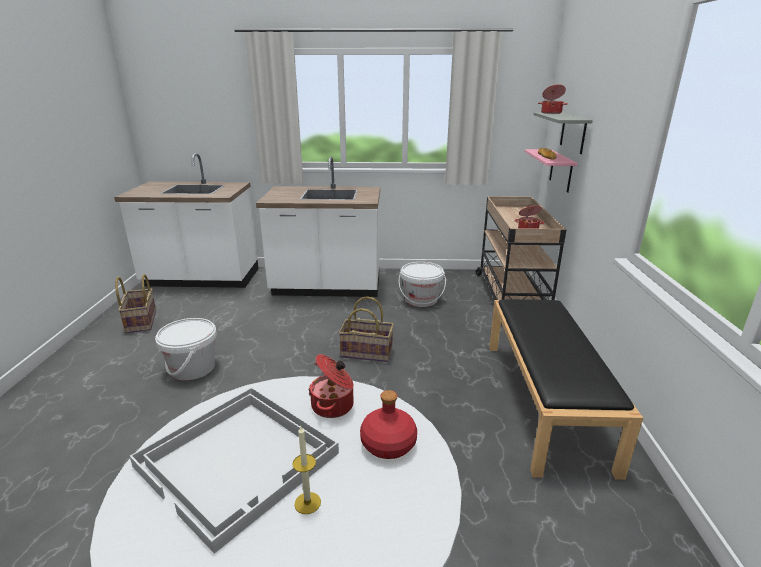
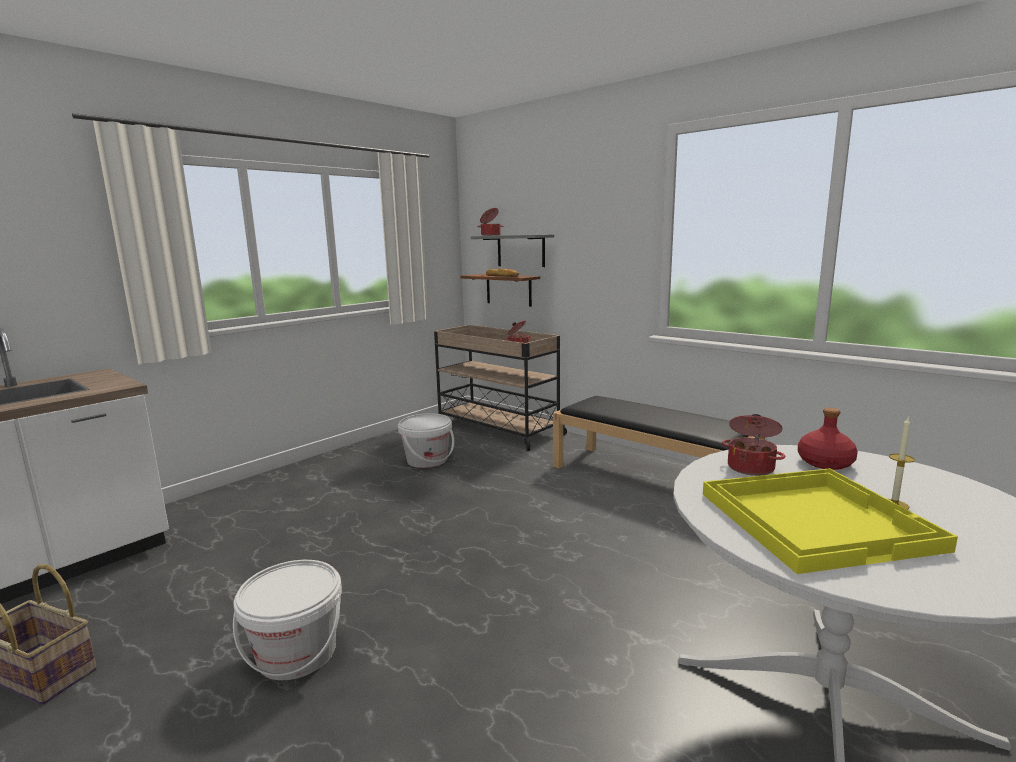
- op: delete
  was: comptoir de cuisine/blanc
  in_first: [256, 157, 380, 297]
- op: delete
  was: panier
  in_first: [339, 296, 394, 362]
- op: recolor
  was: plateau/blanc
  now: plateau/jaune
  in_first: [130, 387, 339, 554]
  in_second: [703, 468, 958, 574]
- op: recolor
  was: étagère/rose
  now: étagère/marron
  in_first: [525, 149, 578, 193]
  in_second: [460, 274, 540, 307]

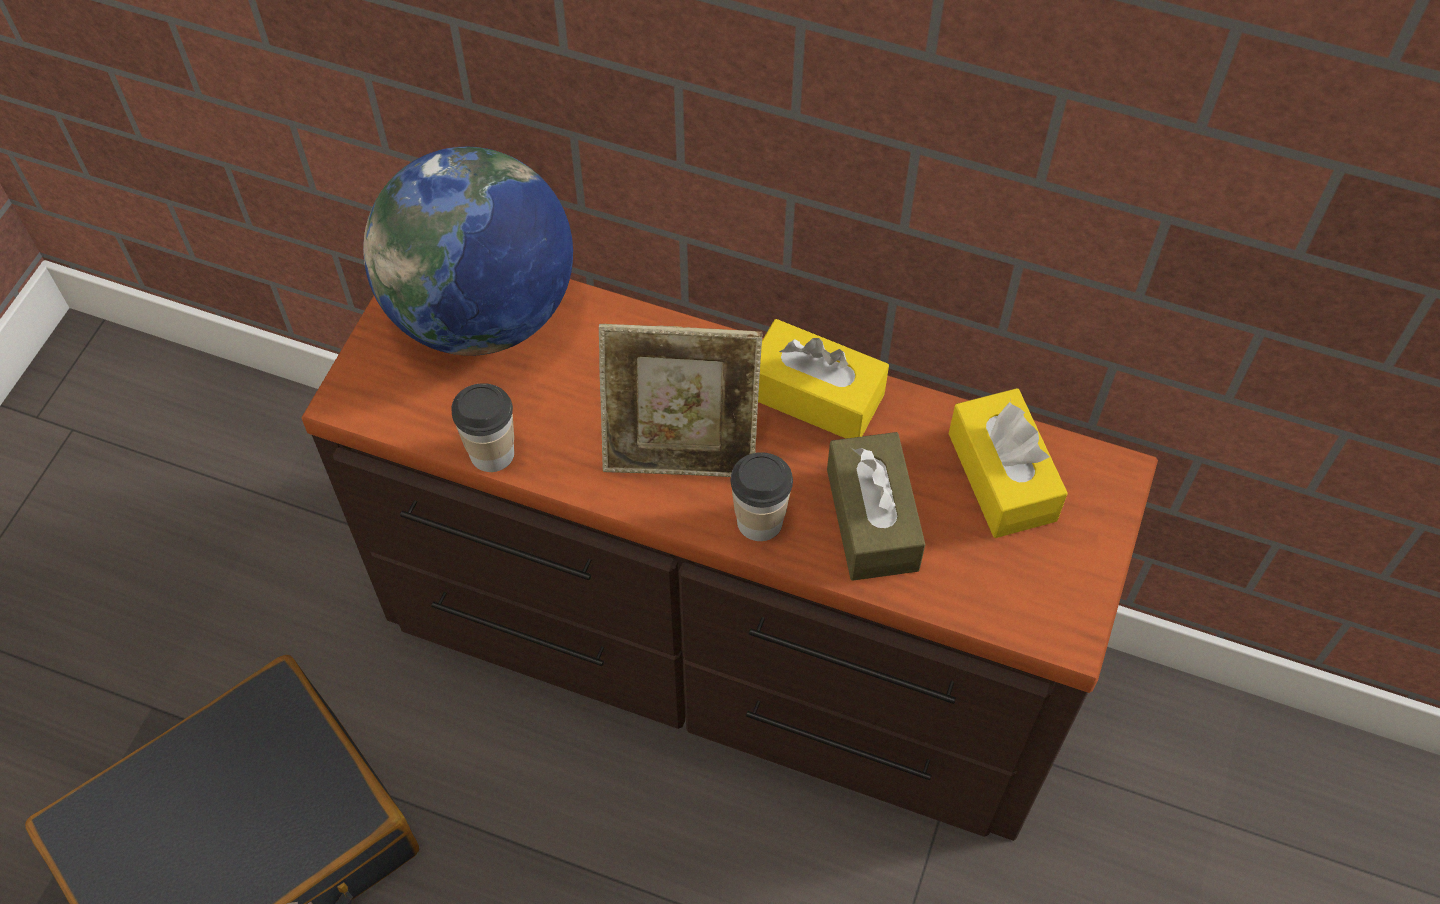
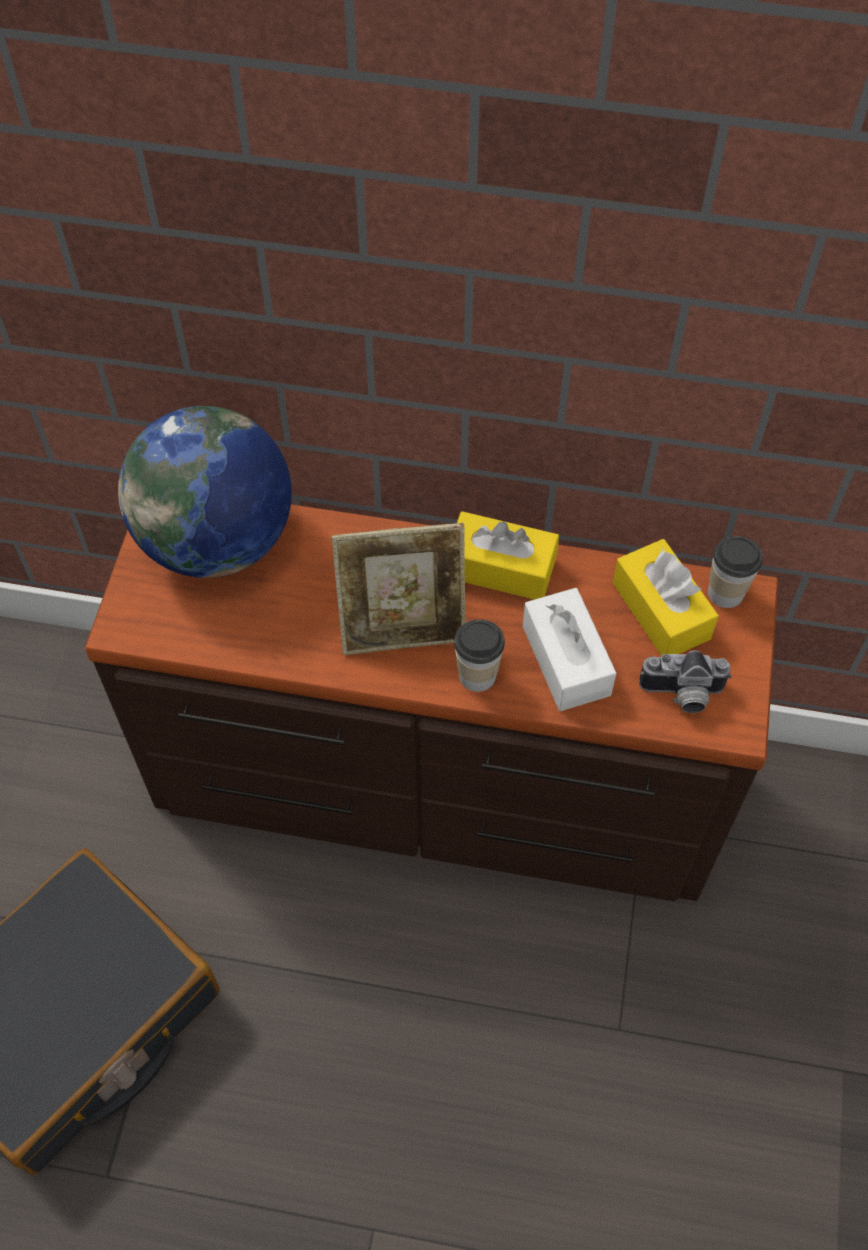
- op: insert
  now: appareil photo
  in_second: [639, 650, 732, 713]
- op: move
  was: tasse
  in_first: [451, 383, 514, 472]
  in_second: [708, 536, 763, 608]
- op: recolor
  was: boîte à mouchoirs/marron
  now: boîte à mouchoirs/blanc
  in_first: [827, 432, 925, 581]
  in_second: [523, 588, 616, 711]

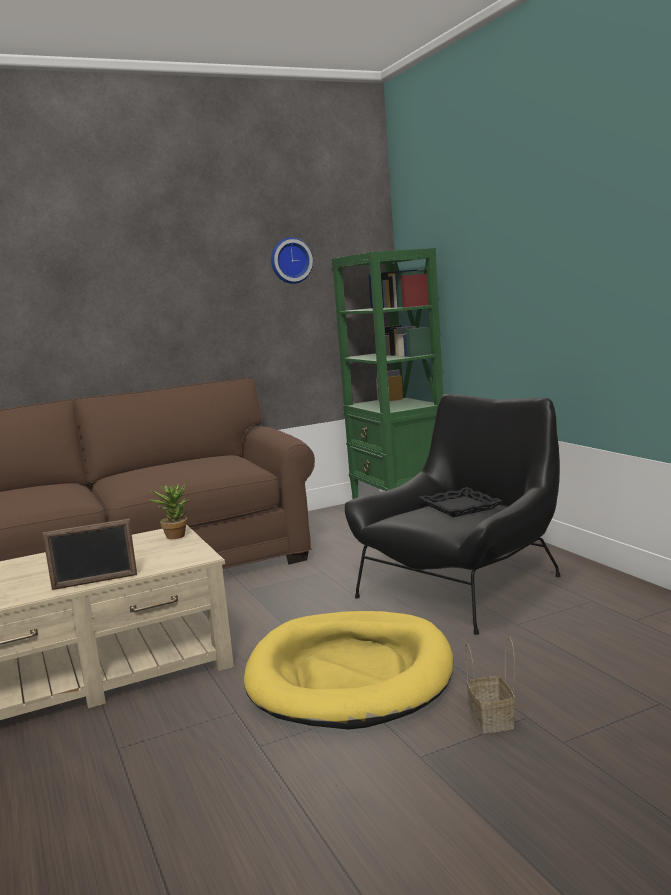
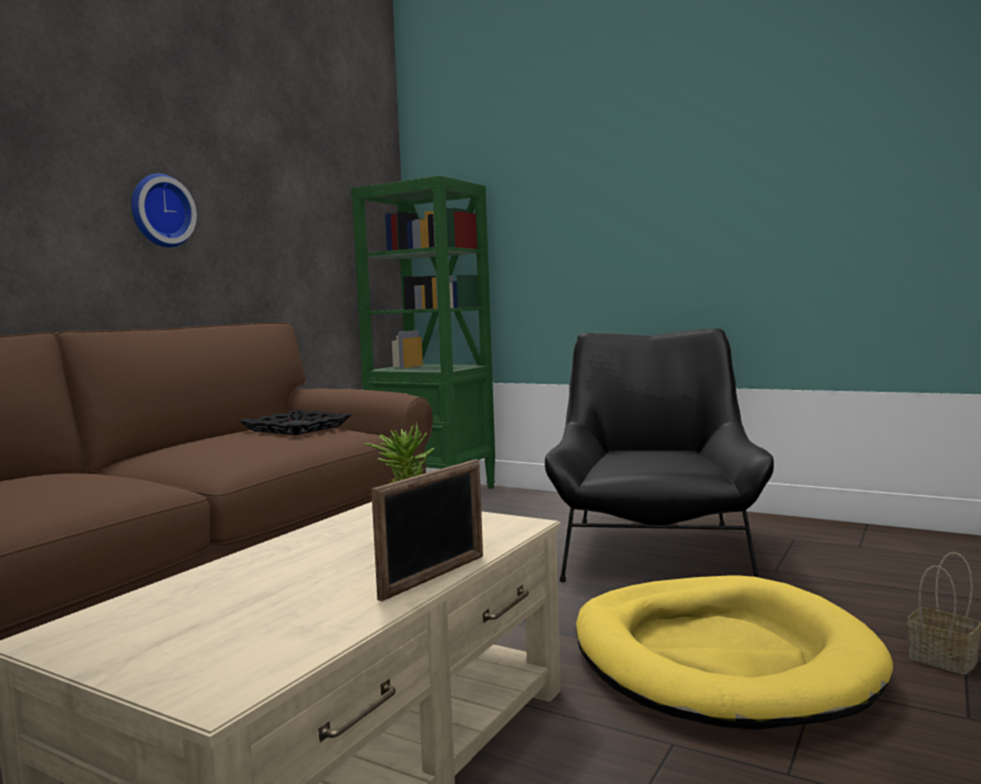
- op: move
  was: horloge murale
  in_first: [271, 237, 313, 284]
  in_second: [131, 174, 197, 247]
- op: move
  was: plateau/noir
  in_first: [419, 487, 502, 517]
  in_second: [239, 410, 352, 435]

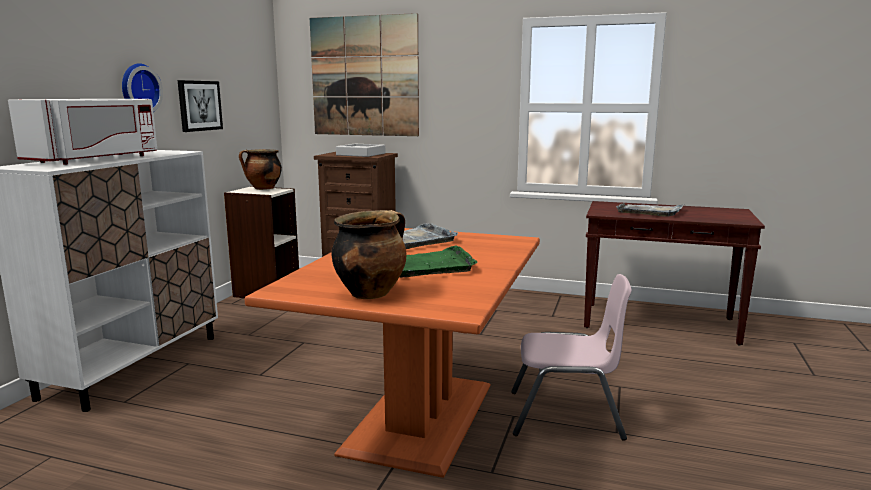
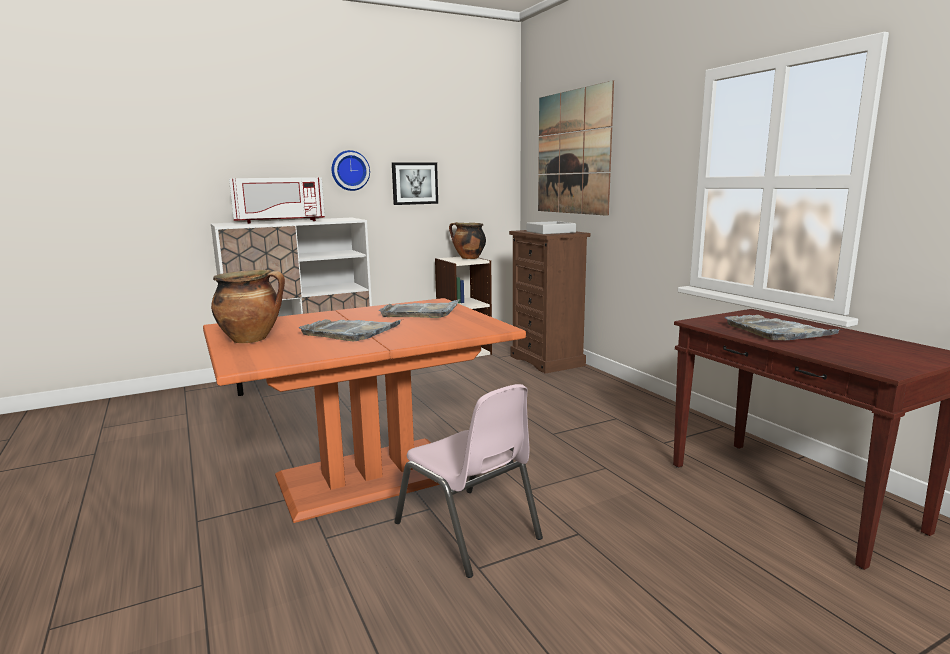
- op: recolor
  was: plateau/vert
  now: plateau/gris
  in_first: [400, 245, 477, 277]
  in_second: [298, 319, 404, 341]

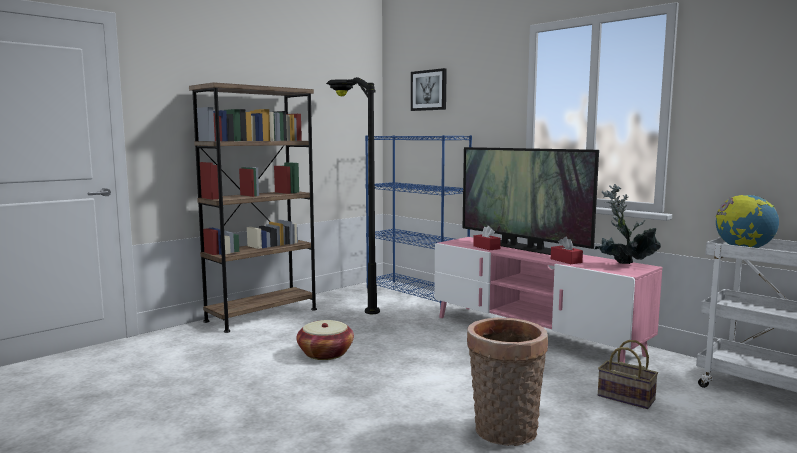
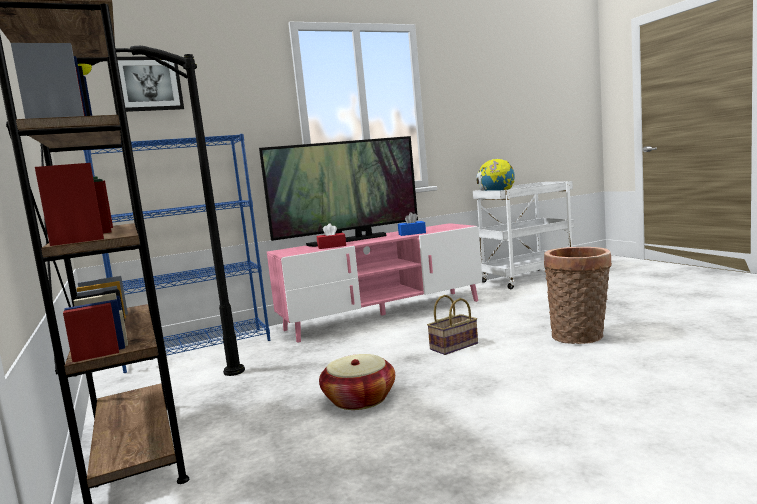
- op: delete
  was: plante en pot
  in_first: [594, 184, 661, 264]
- op: move
  was: panier
  in_first: [598, 340, 658, 409]
  in_second: [427, 295, 478, 355]
- op: recolor
  was: boîte à mouchoirs/rouge
  now: boîte à mouchoirs/bleu
  in_first: [551, 237, 583, 264]
  in_second: [398, 212, 426, 236]

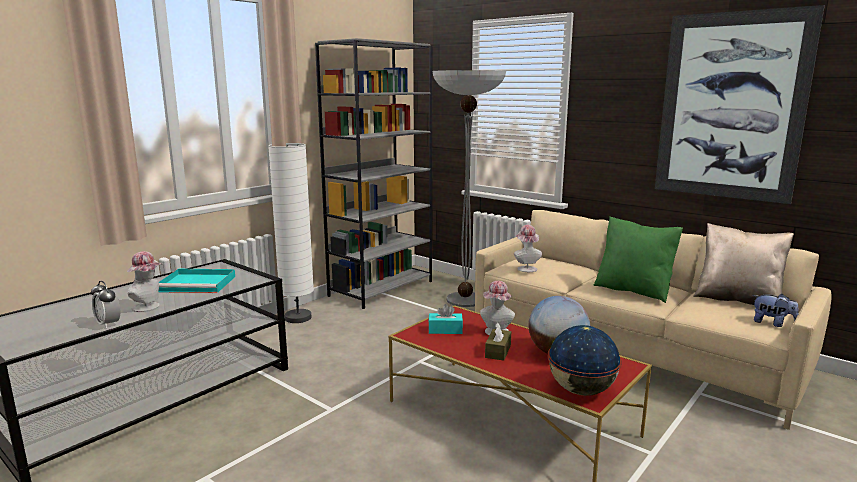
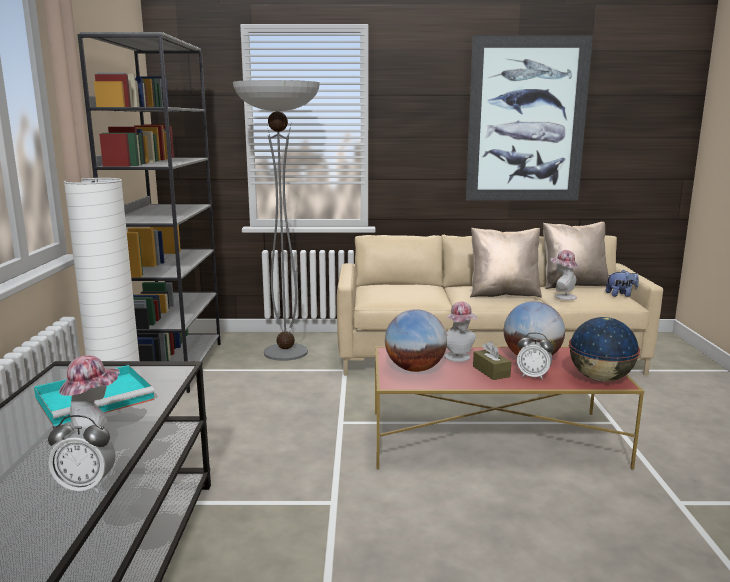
- op: insert
  now: réveil
  in_second: [517, 332, 553, 380]
- op: move
  was: chapeau
  in_first: [514, 225, 542, 272]
  in_second: [551, 250, 579, 300]
- op: replace
  was: boîte à mouchoirs/turquoise
  now: globe
  in_first: [428, 304, 463, 334]
  in_second: [385, 309, 447, 372]
- op: recolor
  was: coussin/vert
  now: coussin/beige
  in_first: [593, 216, 683, 303]
  in_second: [470, 228, 542, 298]

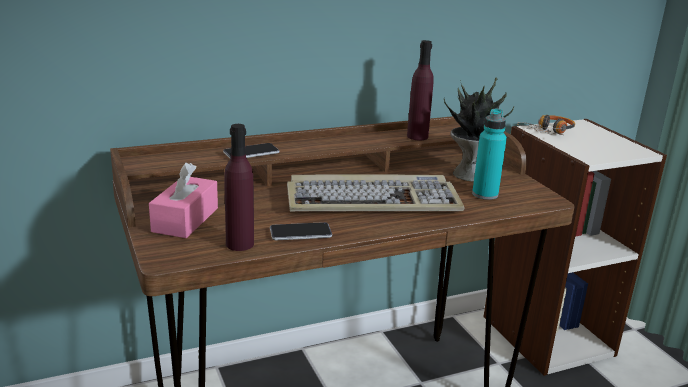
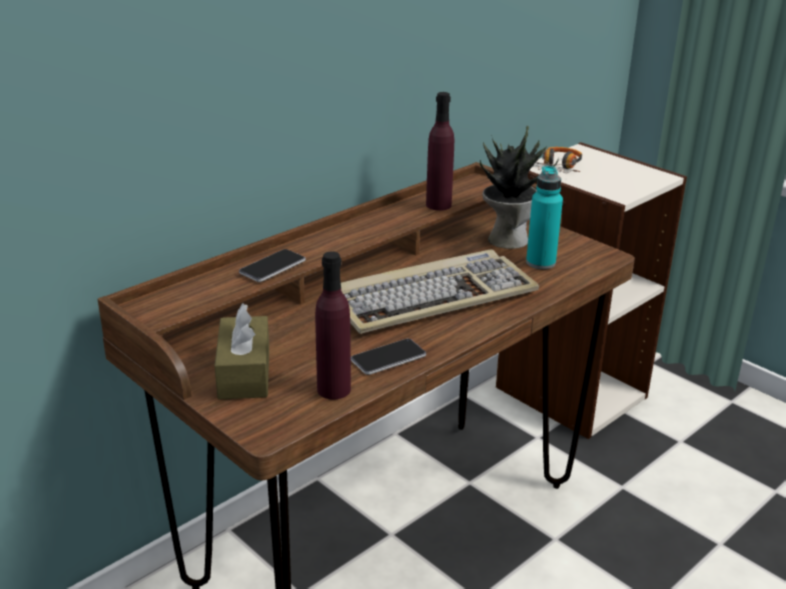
- op: recolor
  was: boîte à mouchoirs/rose
  now: boîte à mouchoirs/marron
  in_first: [149, 163, 218, 238]
  in_second: [215, 303, 269, 399]

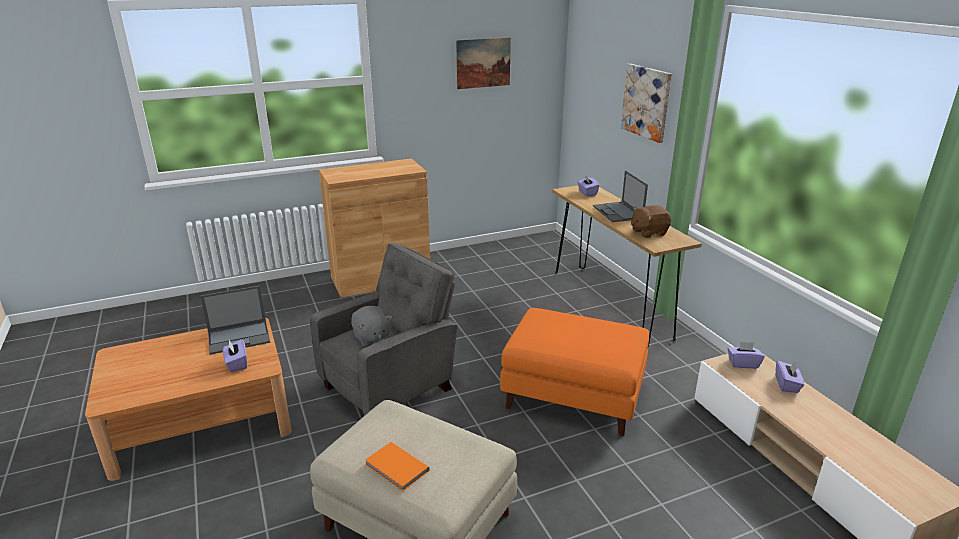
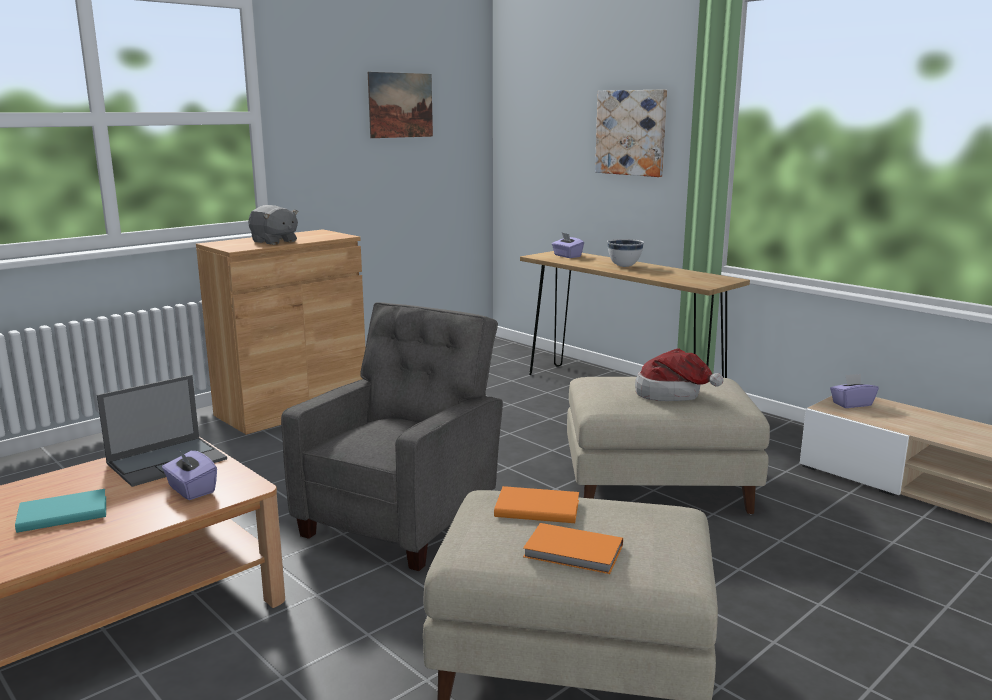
- op: delete
  was: peluche/marron
  in_first: [631, 205, 671, 238]
- op: delete
  was: boîte à mouchoirs/violet
  in_first: [776, 361, 804, 393]
- op: insert
  now: livre/turquoise
  in_second: [15, 489, 106, 533]
- op: insert
  now: livre/orange
  in_second: [494, 486, 579, 523]
- op: insert
  now: chapeau
  in_second: [635, 348, 724, 401]
- op: move
  was: peluche/gris
  in_first: [351, 306, 393, 348]
  in_second: [248, 205, 298, 245]
- op: replace
  was: ordinateur portable
  now: bol/blanc
  in_first: [593, 171, 648, 222]
  in_second: [607, 239, 644, 267]
- op: recolor
  was: pouf/orange
  now: pouf/beige
  in_first: [500, 308, 649, 436]
  in_second: [567, 377, 770, 514]

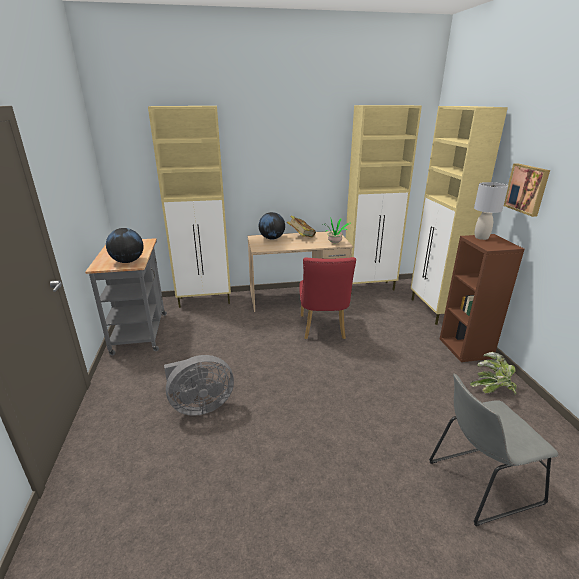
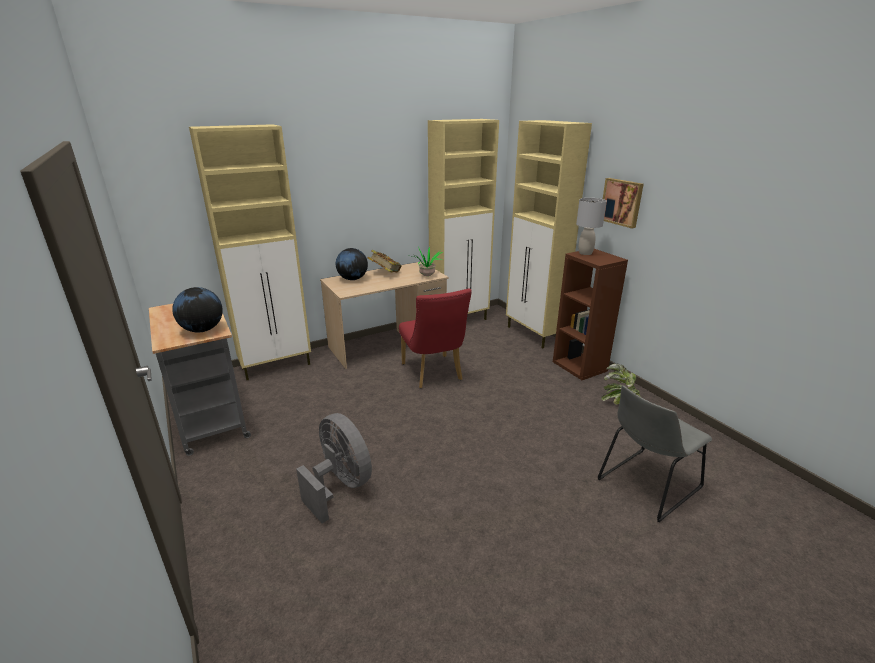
- op: rotate
  was: ventilateur/gris
  in_first: [164, 355, 234, 416]
  in_second: [296, 413, 372, 523]
  clockwise: -90

